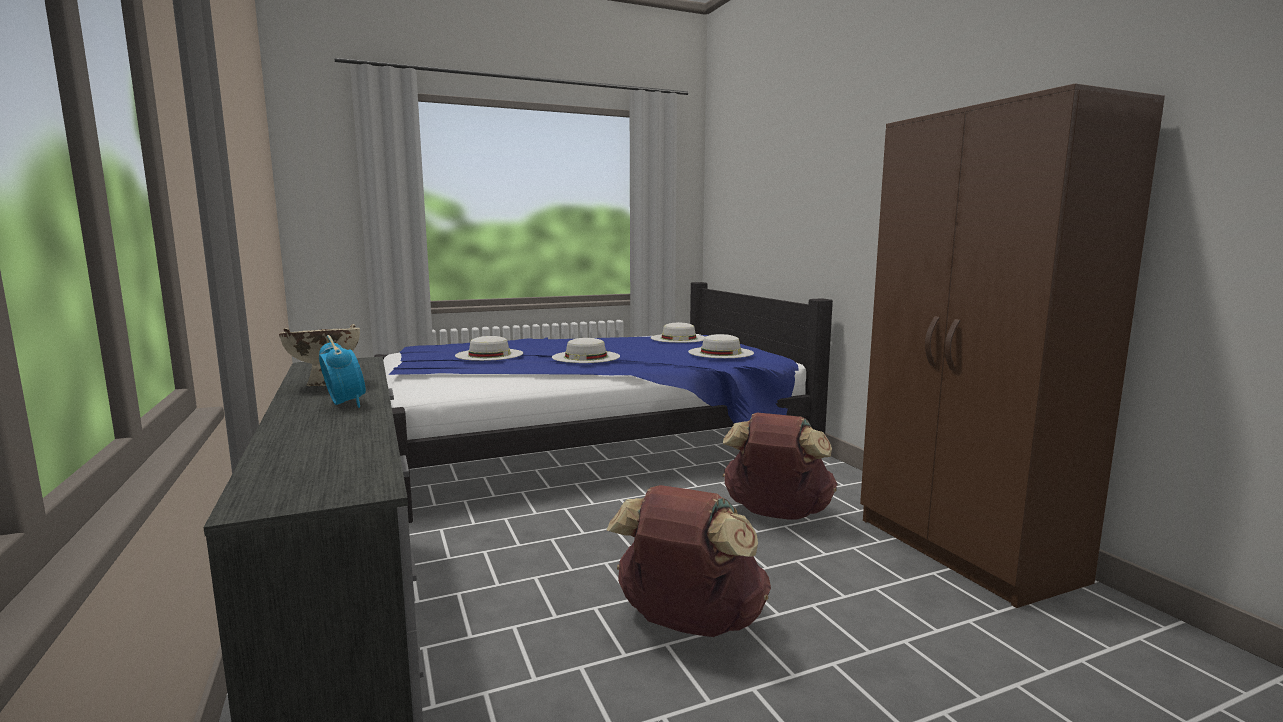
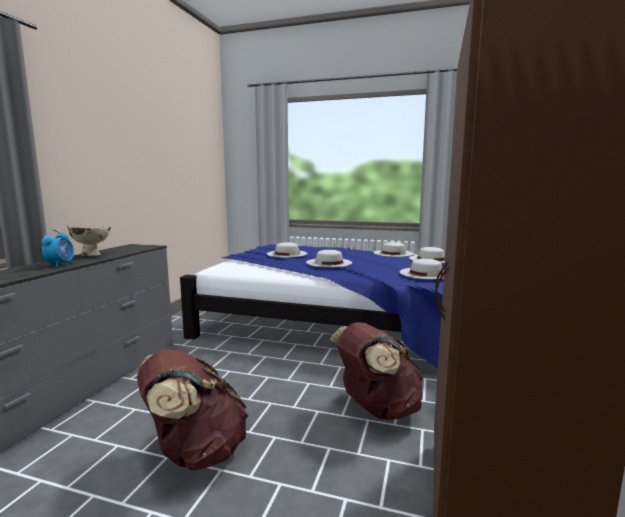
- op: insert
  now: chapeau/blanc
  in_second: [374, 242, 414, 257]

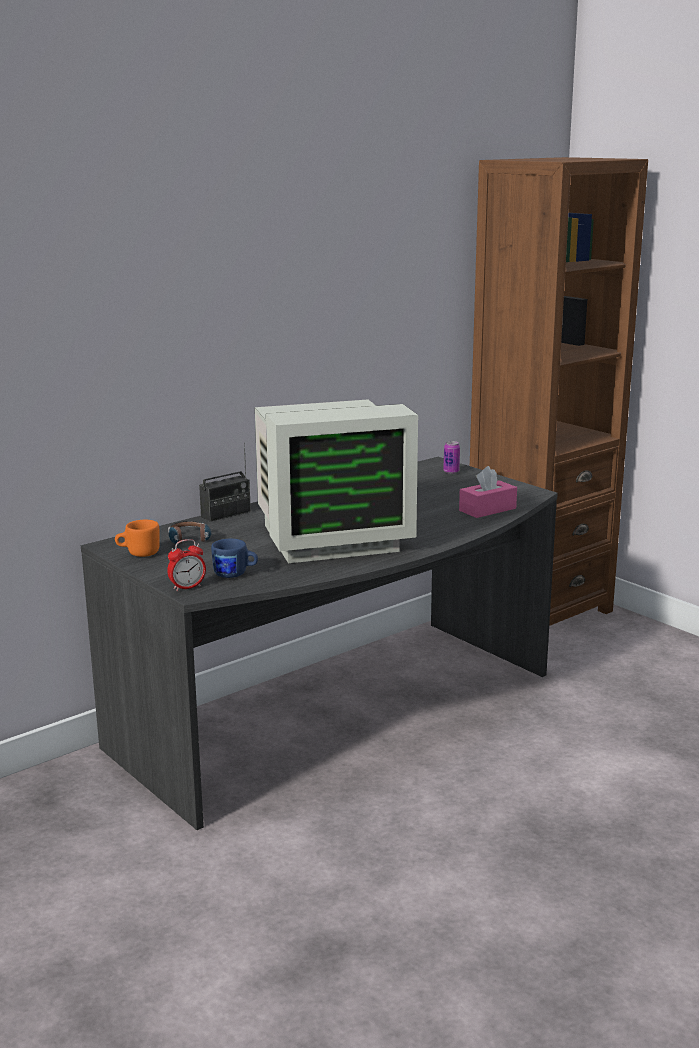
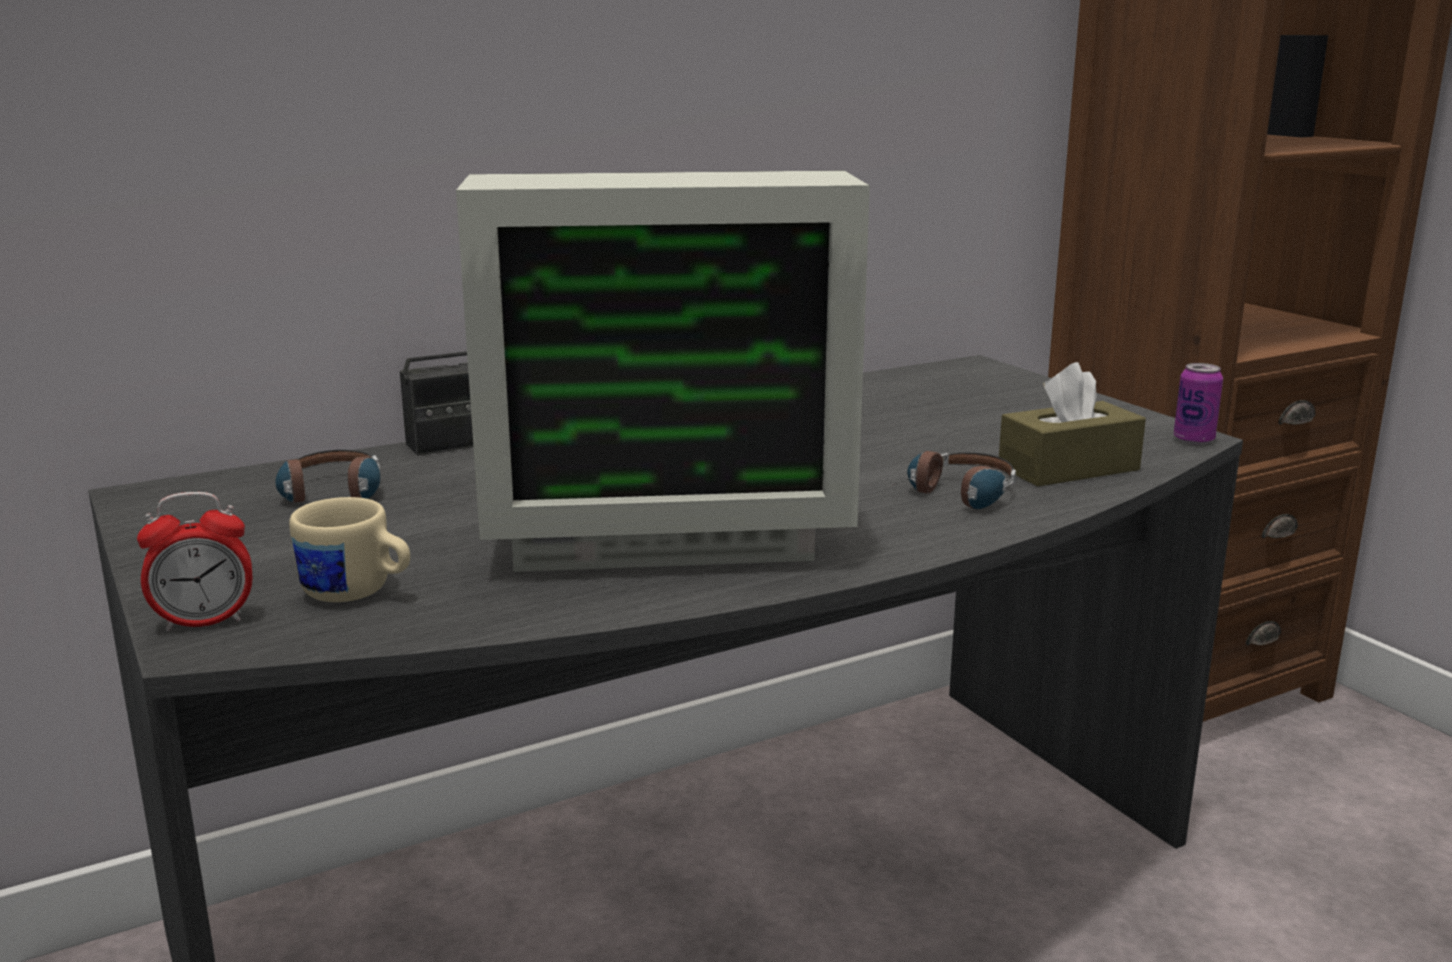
- op: delete
  was: mug/orange
  in_first: [115, 520, 160, 557]
- op: insert
  now: casque audio
  in_second: [887, 451, 1016, 509]
- op: move
  was: boîte métallique
  in_first: [443, 441, 460, 474]
  in_second: [1174, 363, 1223, 445]
- op: recolor
  was: mug/bleu
  now: mug/beige
  in_first: [211, 539, 258, 578]
  in_second: [289, 497, 410, 602]
- op: recolor
  was: boîte à mouchoirs/rose
  now: boîte à mouchoirs/marron
  in_first: [459, 466, 517, 518]
  in_second: [999, 362, 1146, 487]

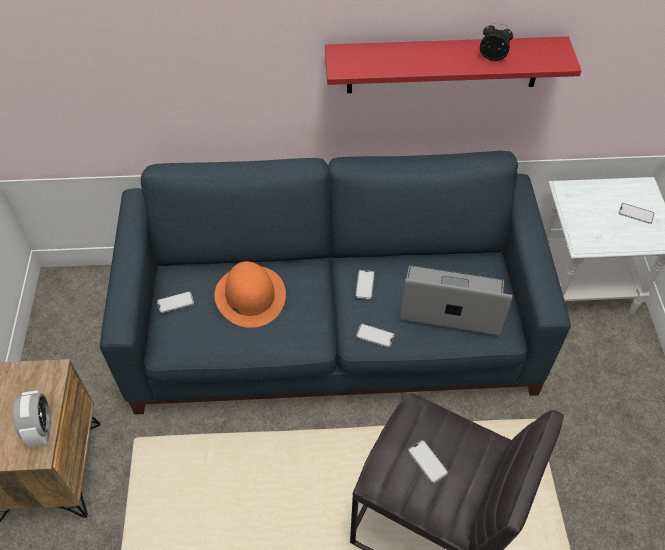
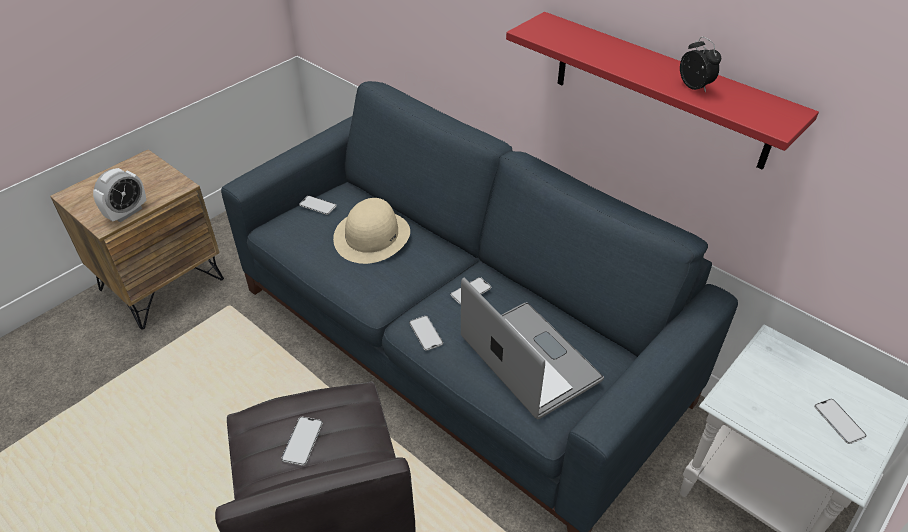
- op: recolor
  was: chapeau/orange
  now: chapeau/beige
  in_first: [214, 261, 286, 328]
  in_second: [333, 198, 410, 264]

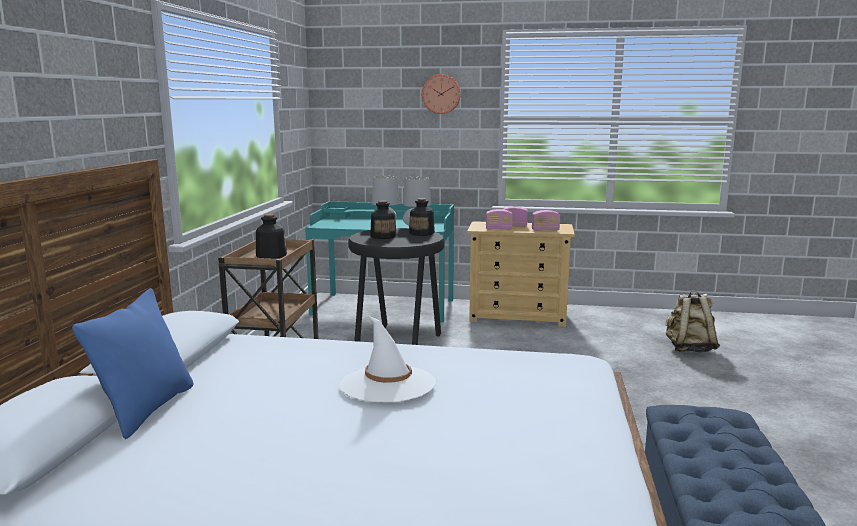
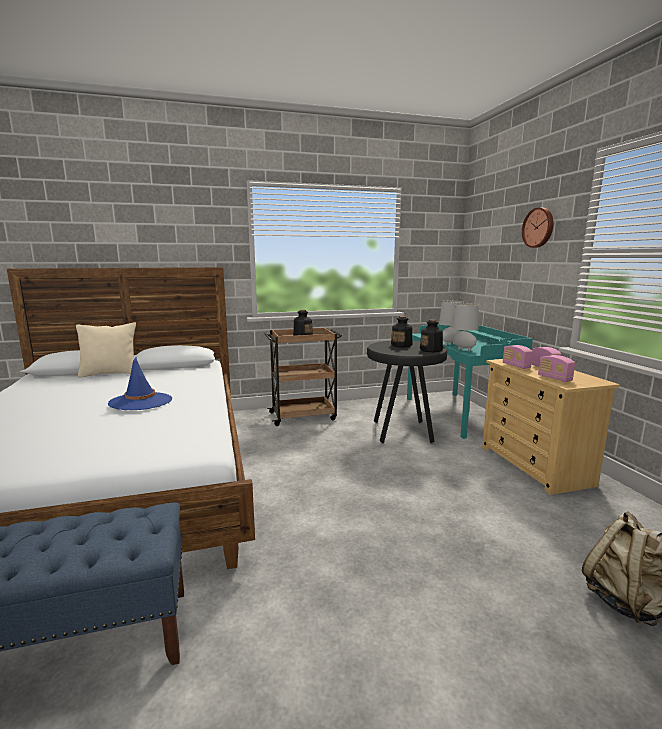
- op: recolor
  was: coussin/bleu
  now: coussin/beige
  in_first: [72, 288, 193, 439]
  in_second: [76, 322, 136, 378]
- op: recolor
  was: chapeau/blanc
  now: chapeau/bleu
  in_first: [339, 316, 436, 402]
  in_second: [108, 356, 172, 410]

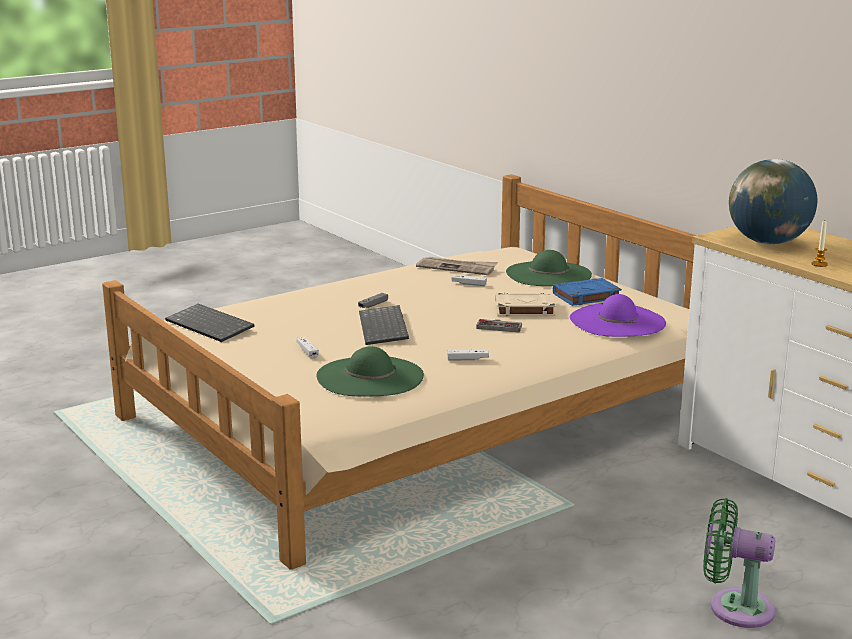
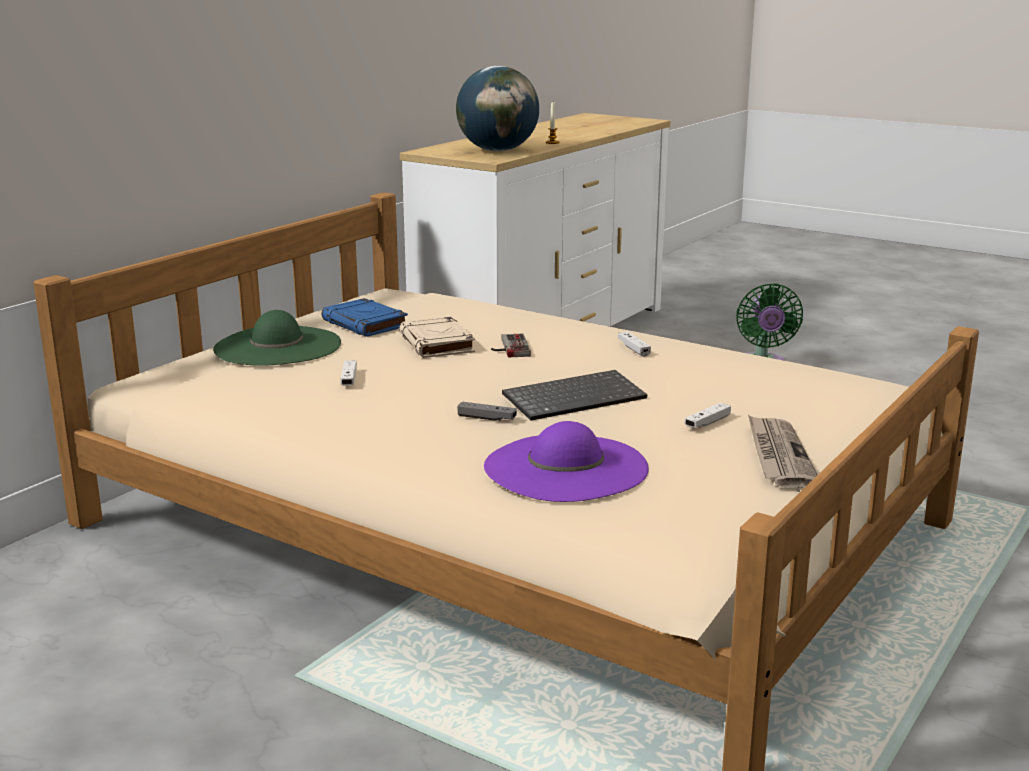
- op: delete
  was: clavier
  in_first: [165, 304, 255, 342]
- op: delete
  was: chapeau/vert
  in_first: [317, 346, 424, 397]
- op: move
  was: journal
  in_first: [416, 257, 498, 275]
  in_second: [748, 415, 818, 488]
- op: move
  was: chapeau/violet
  in_first: [570, 294, 666, 337]
  in_second: [484, 421, 649, 502]

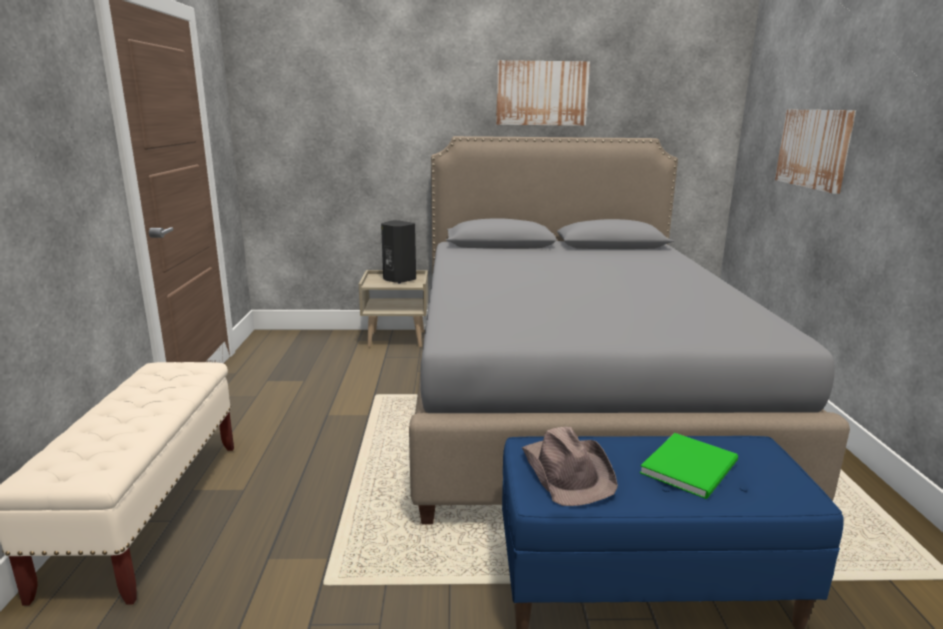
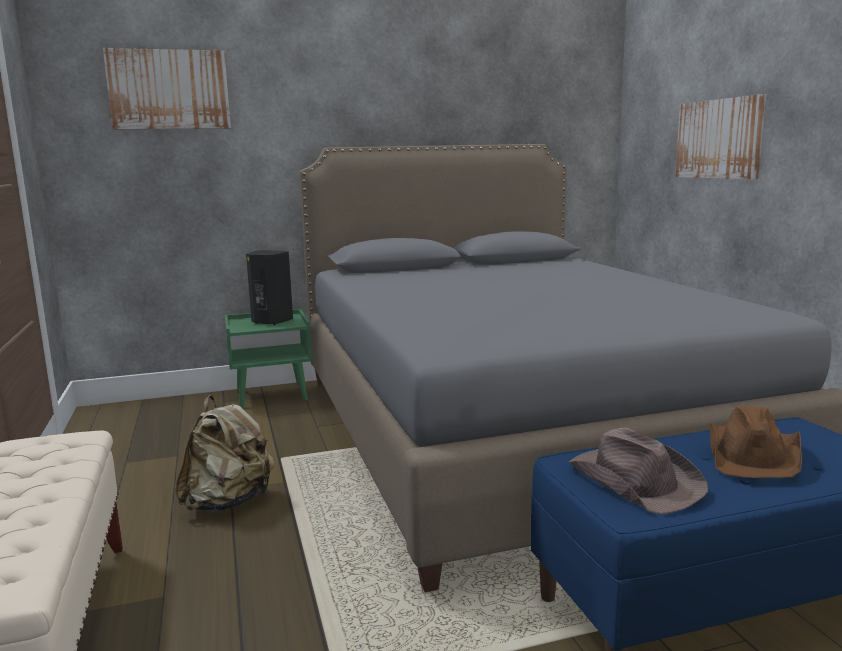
- op: insert
  now: sac à dos/beige
  in_second: [175, 395, 275, 512]
- op: move
  was: tableau
  in_first: [496, 60, 590, 126]
  in_second: [103, 48, 231, 129]
- op: replace
  was: livre/vert
  now: chapeau/marron
  in_first: [640, 433, 738, 499]
  in_second: [710, 406, 802, 478]
- op: recolor
  was: table de chevet/beige
  now: table de chevet/vert
  in_first: [359, 270, 428, 347]
  in_second: [225, 309, 312, 408]

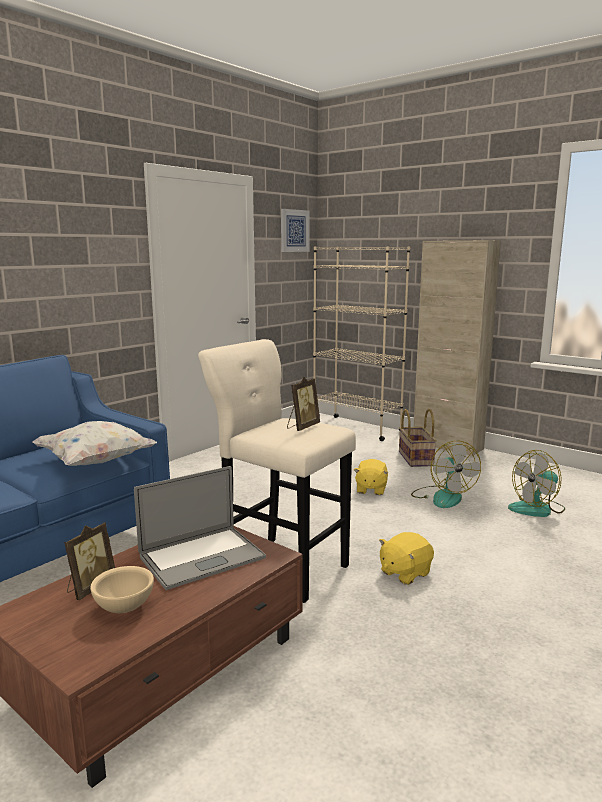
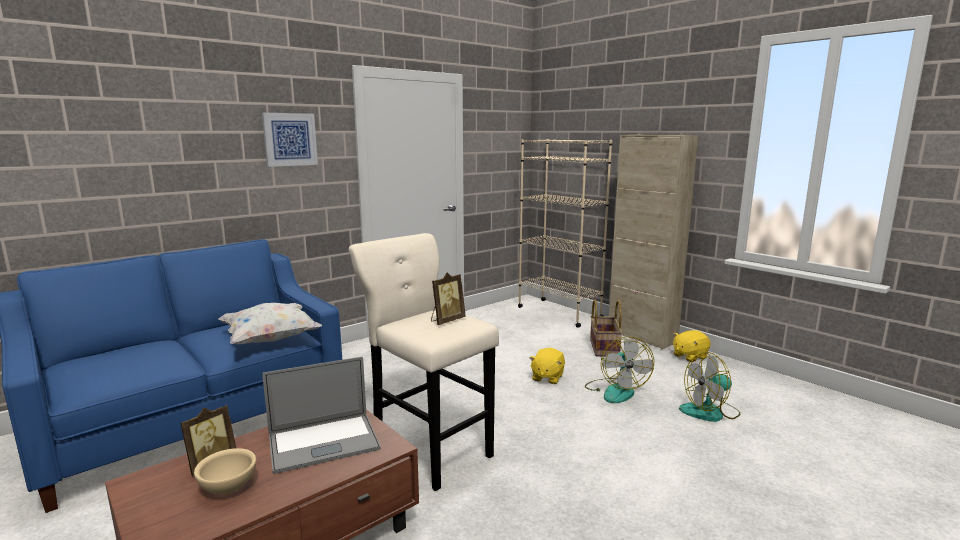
- op: move
  was: tableau
  in_first: [281, 209, 310, 252]
  in_second: [262, 113, 318, 167]
- op: move
  was: peluche/jaune
  in_first: [379, 532, 434, 585]
  in_second: [673, 330, 711, 362]

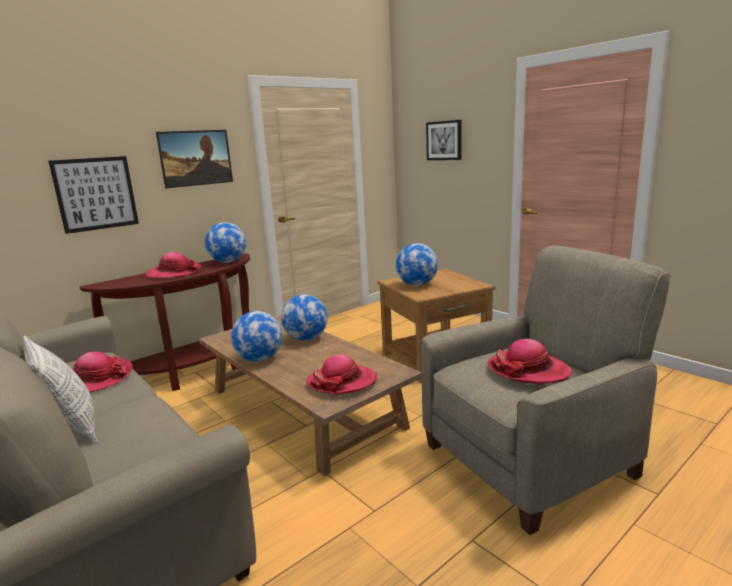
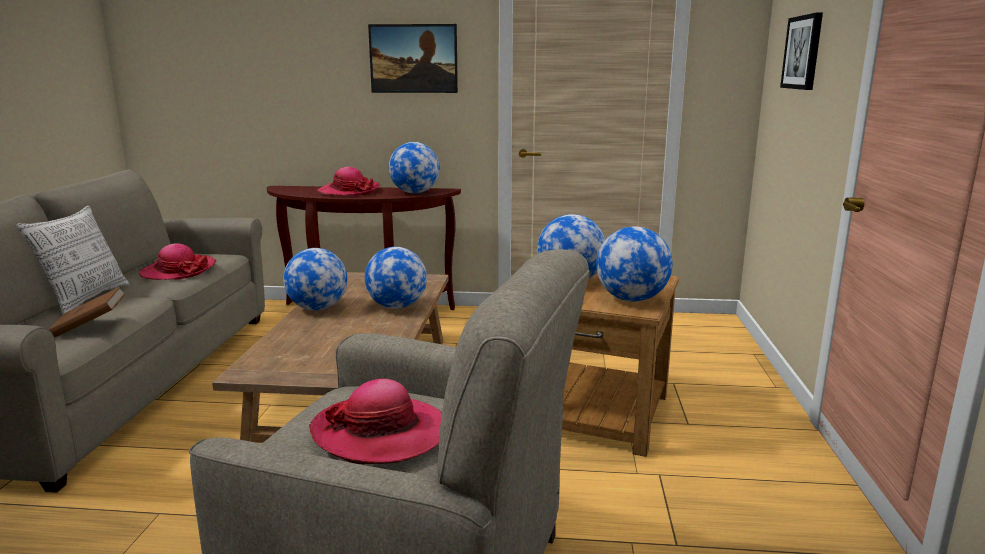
- op: delete
  was: tableau
  in_first: [48, 156, 139, 234]
- op: delete
  was: chapeau
  in_first: [306, 354, 377, 395]
- op: insert
  now: livre/marron
  in_second: [48, 287, 126, 338]
- op: insert
  now: globe
  in_second: [596, 226, 672, 302]

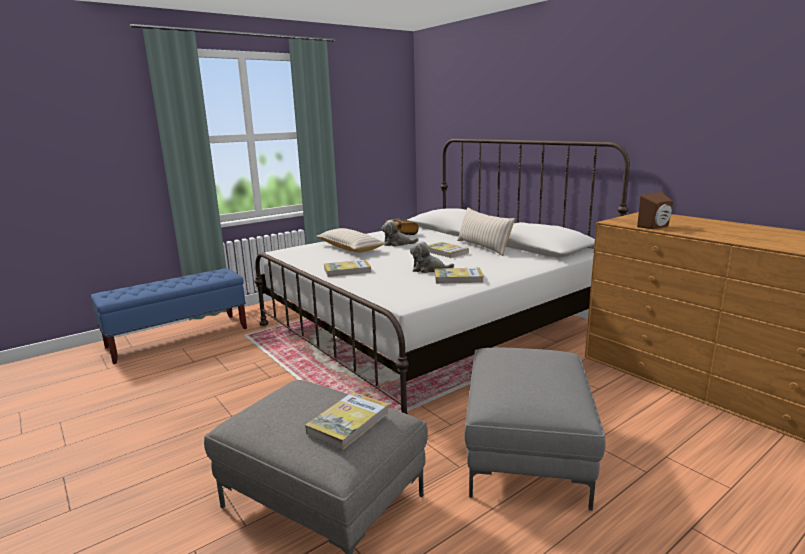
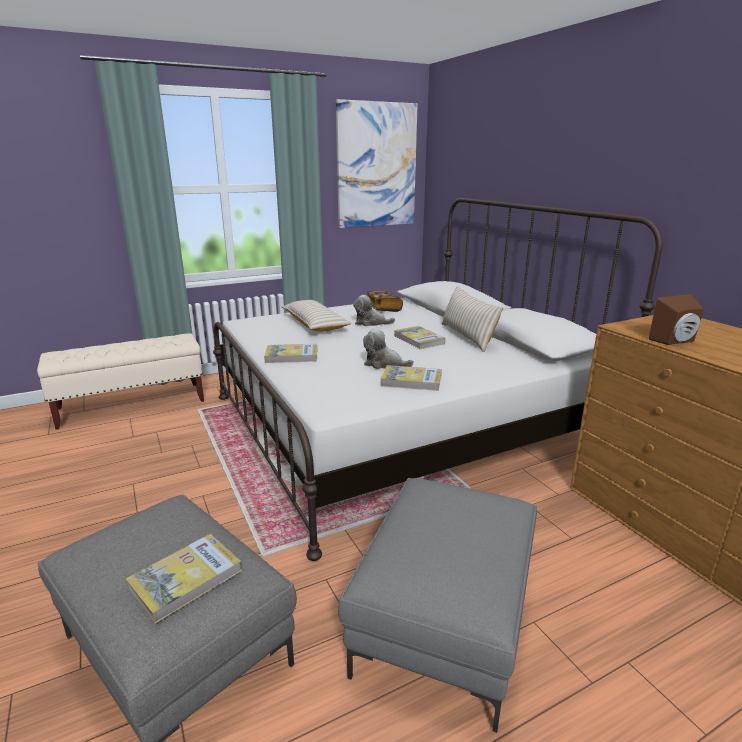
- op: insert
  now: tableau
  in_second: [336, 99, 418, 228]
- op: recolor
  was: banc/bleu
  now: banc/beige
  in_first: [91, 268, 247, 364]
  in_second: [37, 333, 204, 429]

